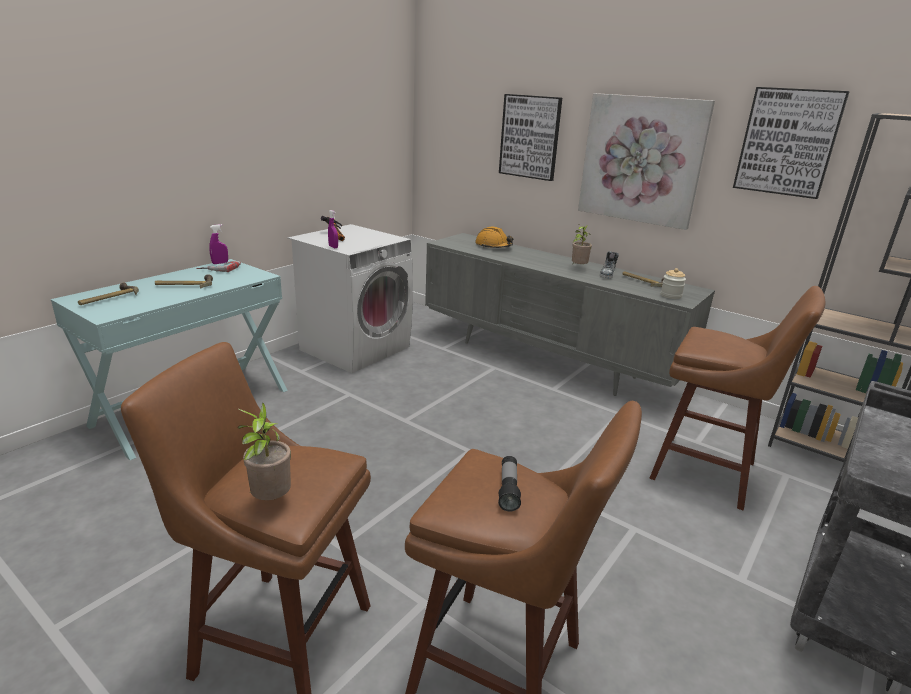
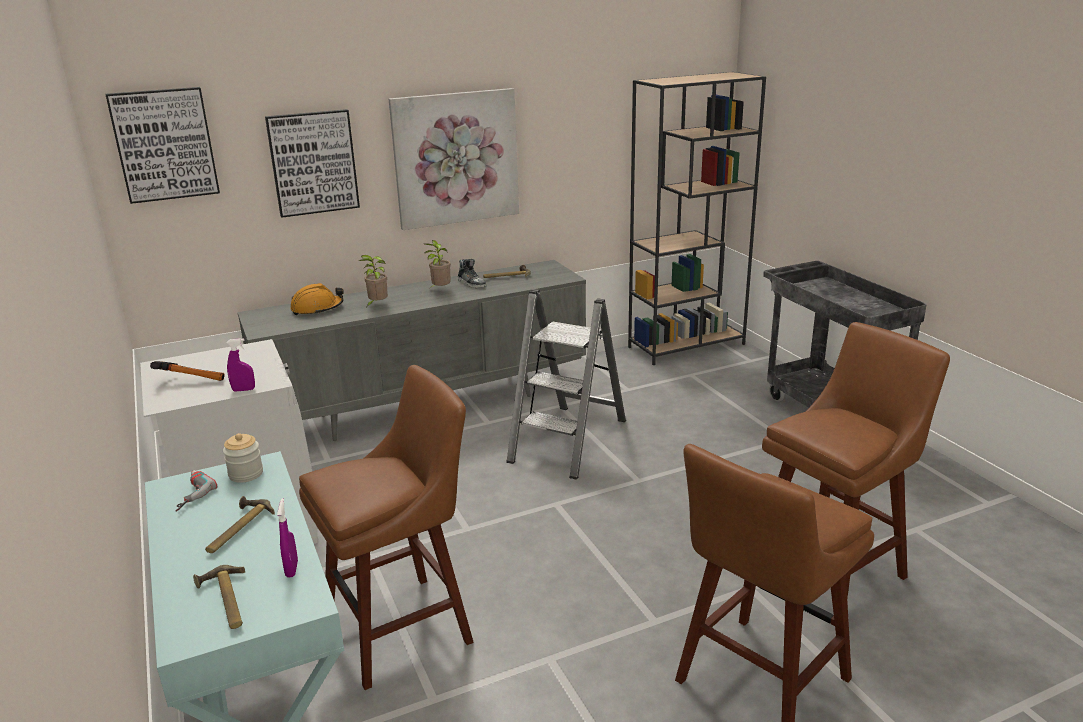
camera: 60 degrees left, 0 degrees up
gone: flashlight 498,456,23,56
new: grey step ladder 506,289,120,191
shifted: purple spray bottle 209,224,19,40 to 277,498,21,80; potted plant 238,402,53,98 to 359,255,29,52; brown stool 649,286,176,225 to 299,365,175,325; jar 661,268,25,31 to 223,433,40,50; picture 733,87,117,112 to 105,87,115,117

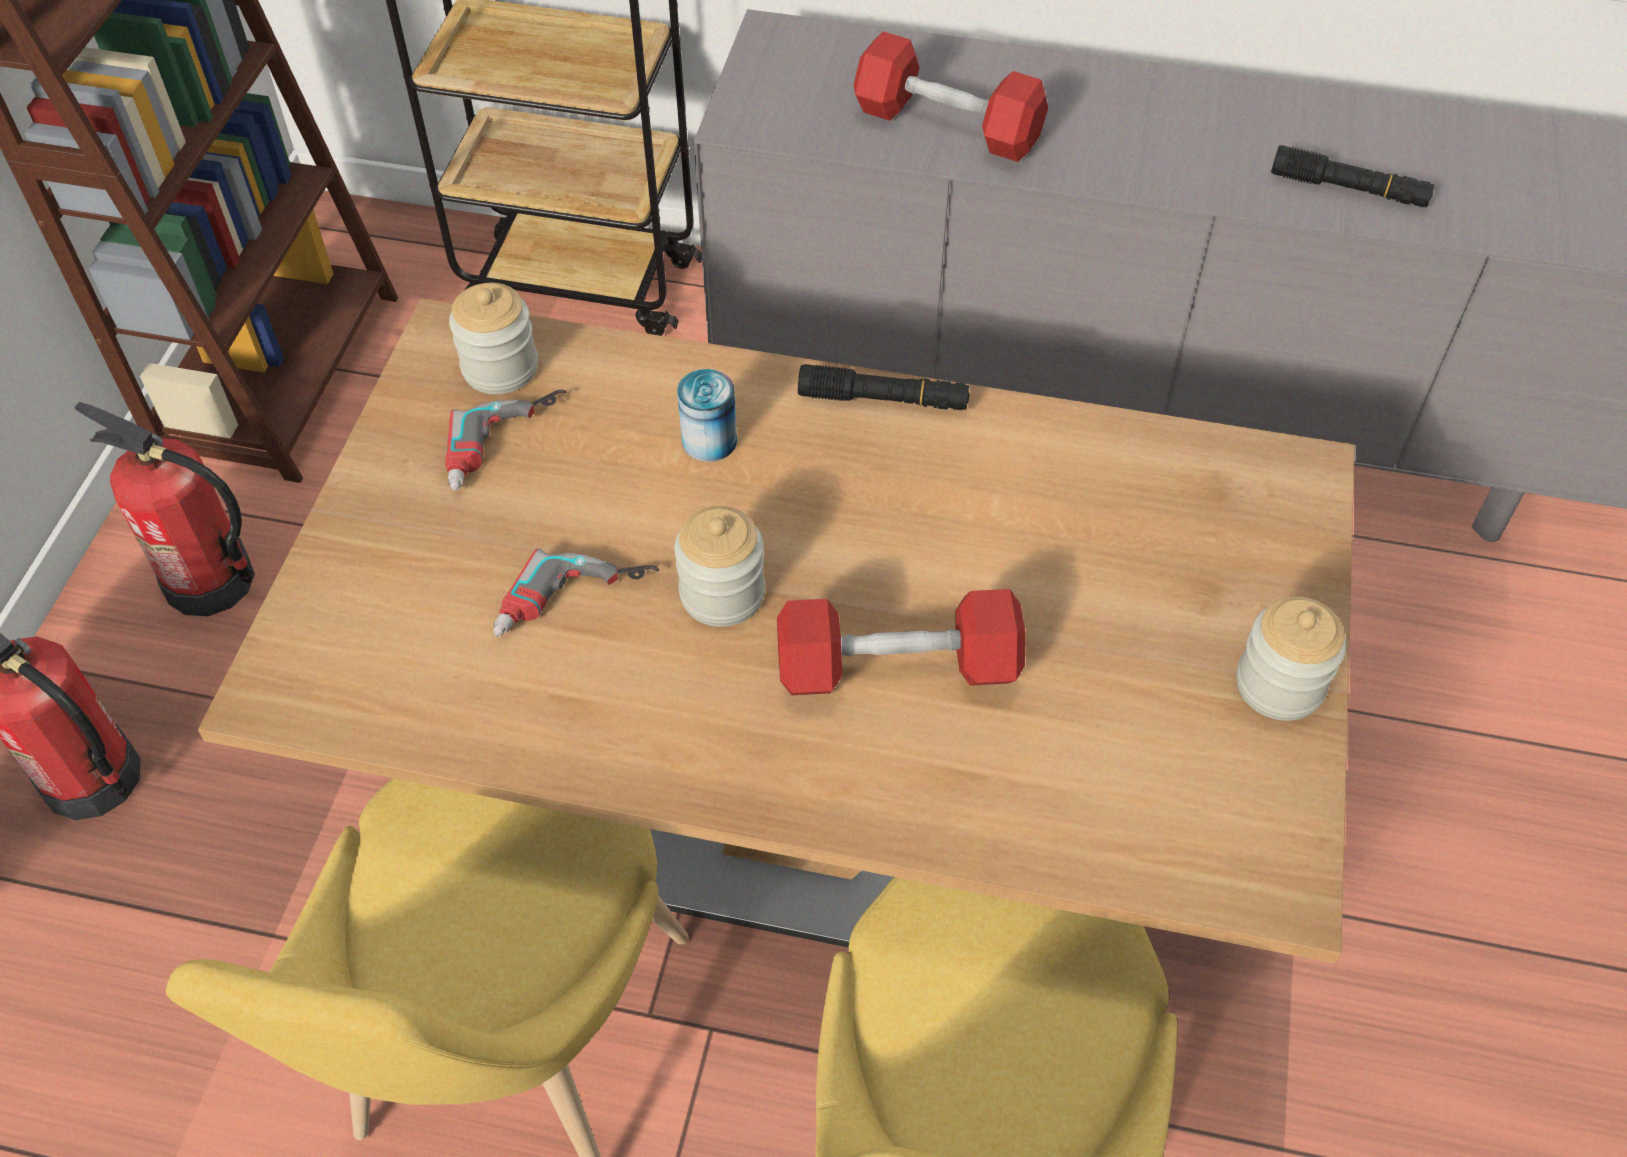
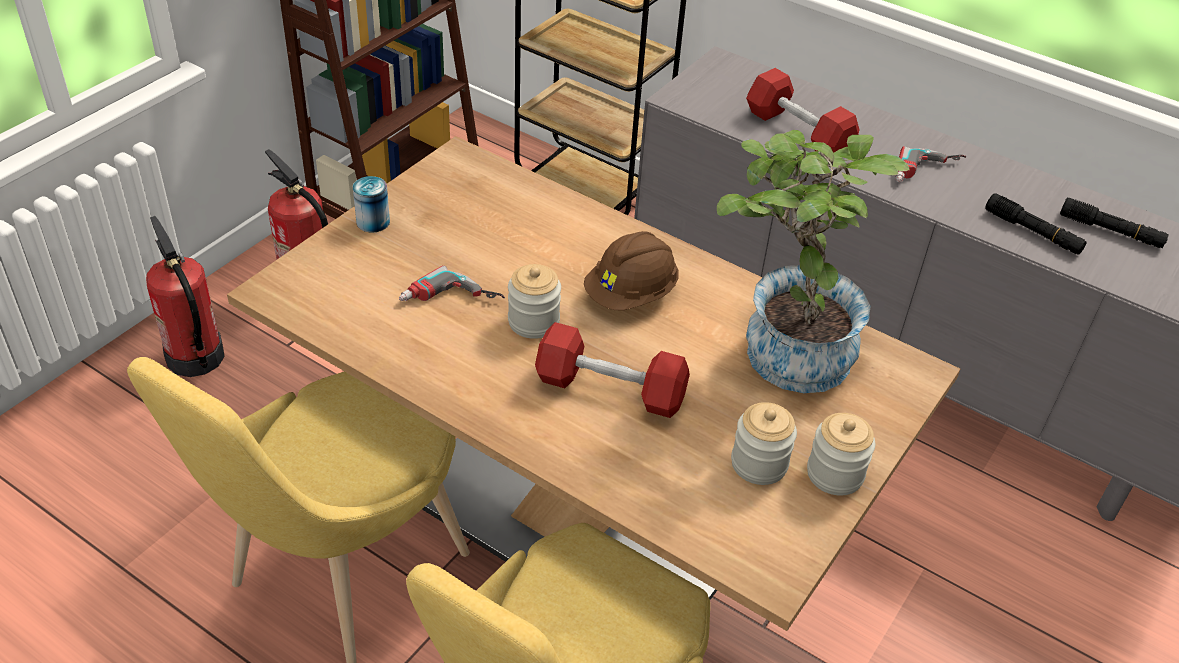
camera: 20 degrees right, 10 degrees down
new: brown hard hat 584,231,95,79; potted plant 717,130,192,263
shifted: power drill 445,390,122,100 to 895,146,72,36; jar 449,283,89,111 to 731,402,66,83; can 677,369,60,93 to 353,176,37,57; black flashlight 798,364,172,46 to 1060,198,109,50

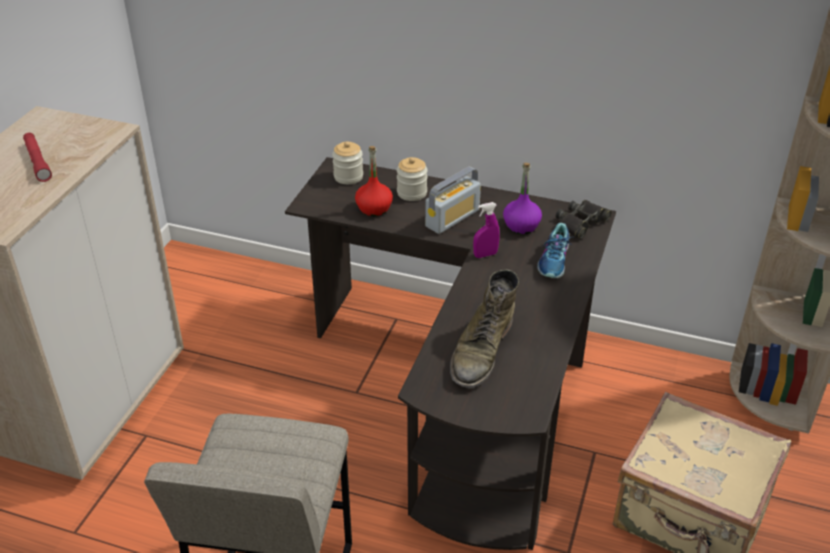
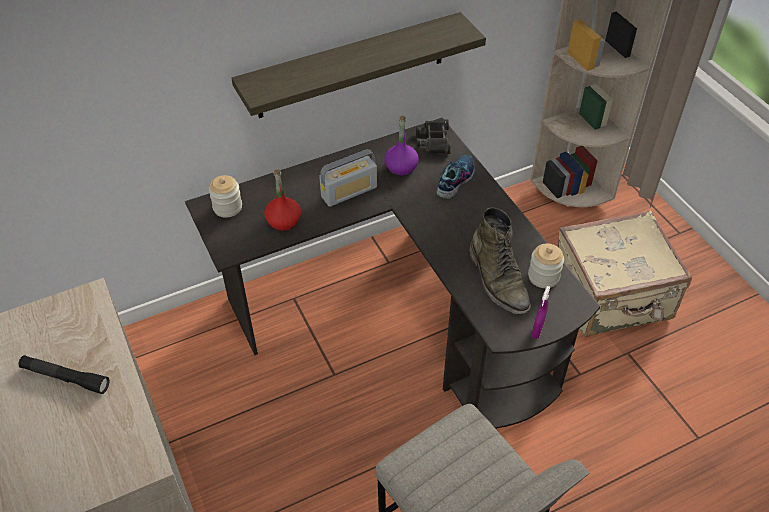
camera: 45 degrees left, 10 degrees up
new: shelf 231,12,255,106
shifted: jar 397,157,31,44 to 528,243,36,45; purple spray bottle 473,202,27,56 to 531,286,19,53
repainted: red flashlight 23,133,29,49 to black flashlight 18,355,91,39
rotated: radio 425,167,56,67 = 319,149,58,58 60 degrees clockwise; shoe 537,223,35,55 = 437,155,38,44 120 degrees counterclockwise

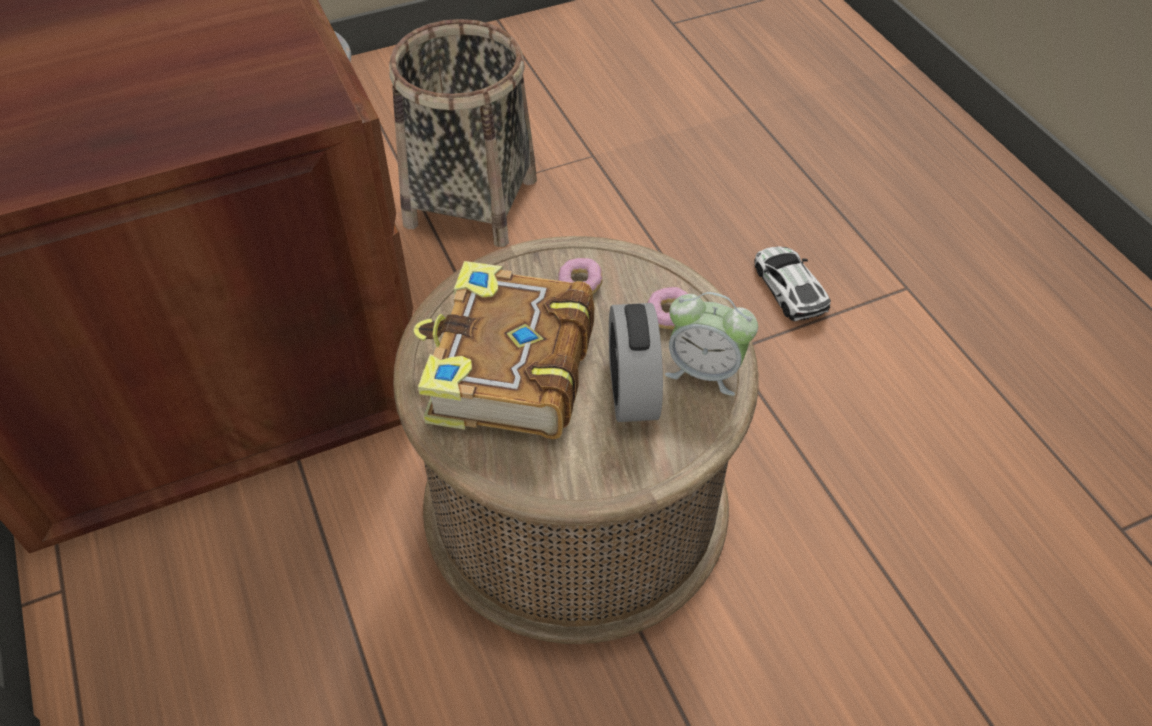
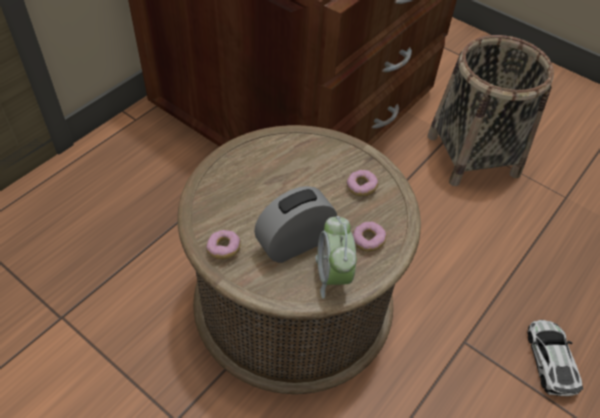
camera: 60 degrees right, 0 degrees up
gone: book 414,261,180,178
new: donut 206,230,35,29
rotated: toy car 754,246,77,75 = 527,320,56,76 45 degrees counterclockwise

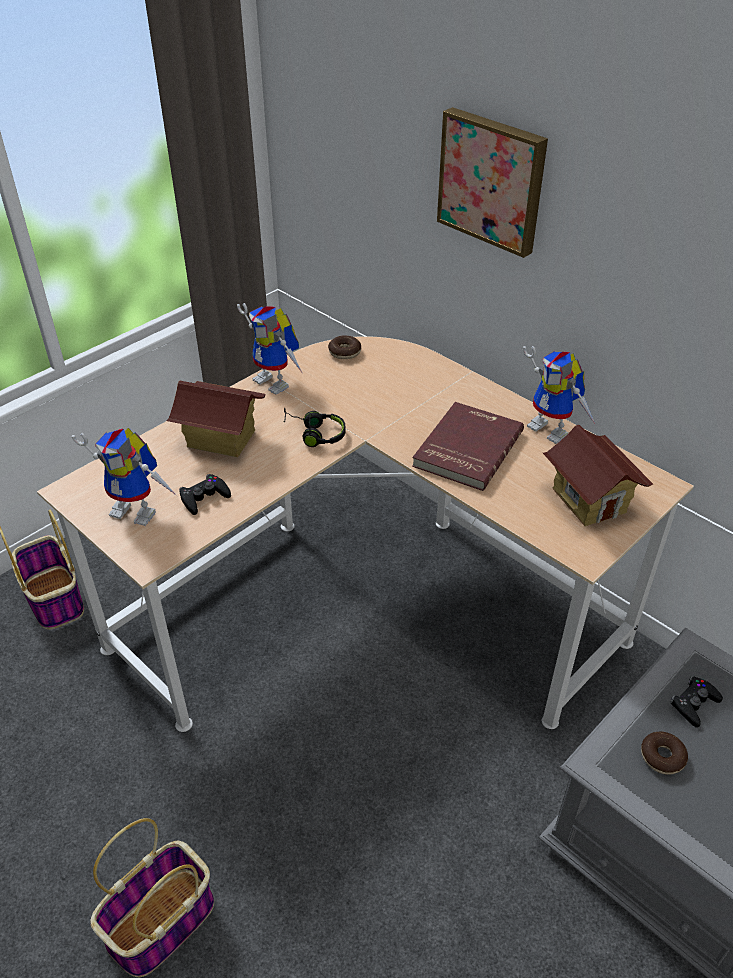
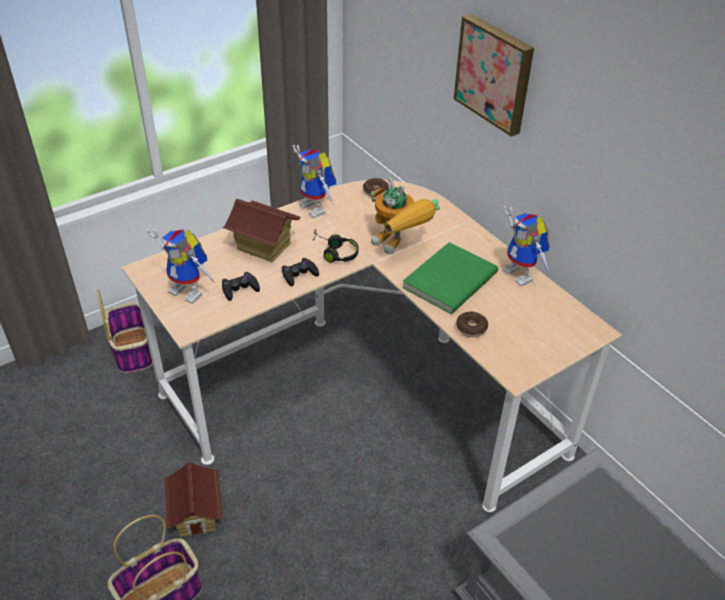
camera: 10 degrees right, 0 degrees up
new: toy robot 371,178,69,76
shifted: toy house 543,425,110,101 to 164,462,59,75; donut 641,732,47,42 to 456,312,32,25; black game controller 670,676,53,52 to 282,258,37,29
repainted: red book 412,402,112,89 to green book 402,242,96,72

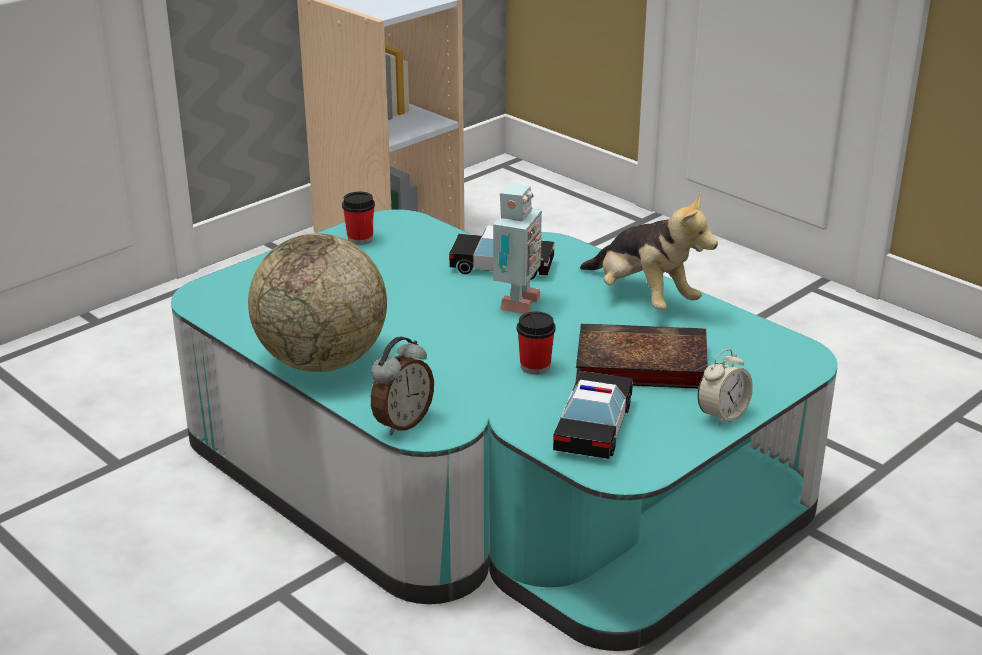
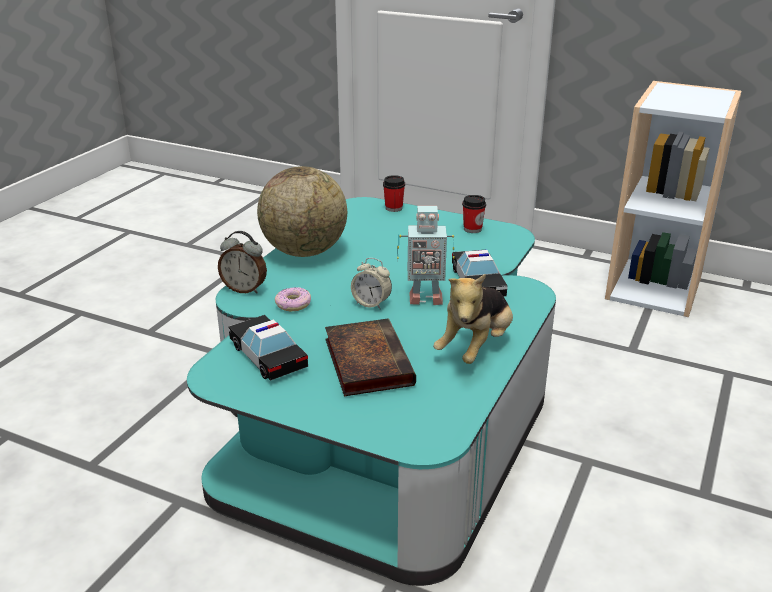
camera: 70 degrees right, 0 degrees up
new: donut 275,287,36,24
shifted: cup 517,312,39,63 to 383,175,22,37; alarm clock 698,349,55,78 to 351,258,41,51
rotated: toy car 553,371,80,88 = 228,315,80,66 120 degrees counterclockwise

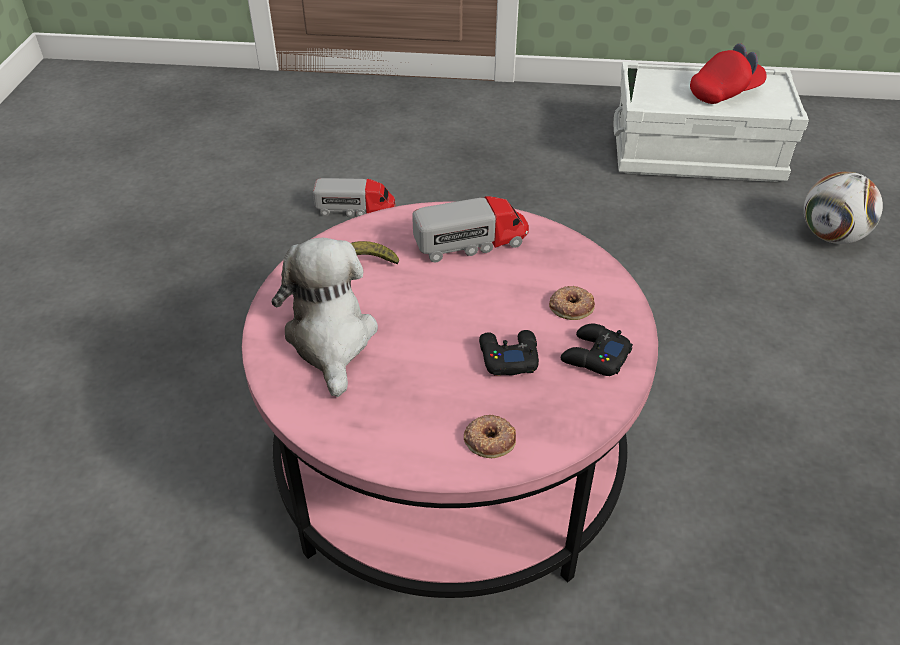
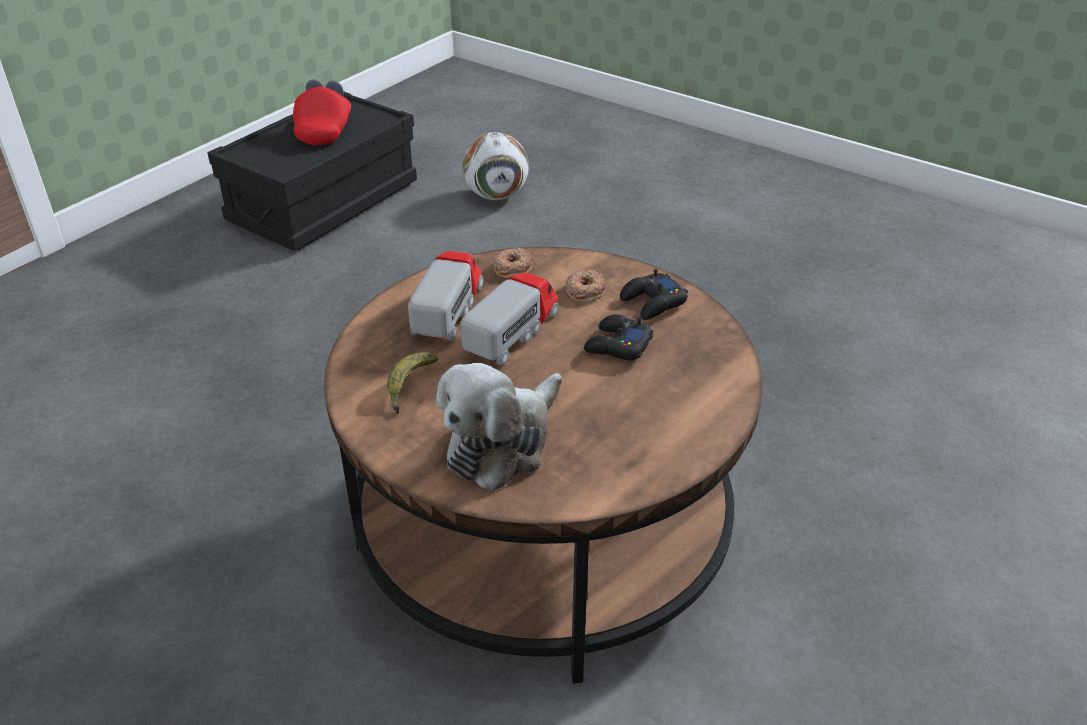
camera: 60 degrees left, 5 degrees down
shifted: toy truck 313,178,82,39 to 460,272,99,93; donut 464,415,52,43 to 493,248,40,30
repainted: pink coffee table 242,202,416,396 to brown coffee table 324,247,439,437; white storage box 614,62,195,120 to black storage box 207,92,210,159
rotated: plush toy 272,238,106,159 = 436,363,126,128 75 degrees counterclockwise

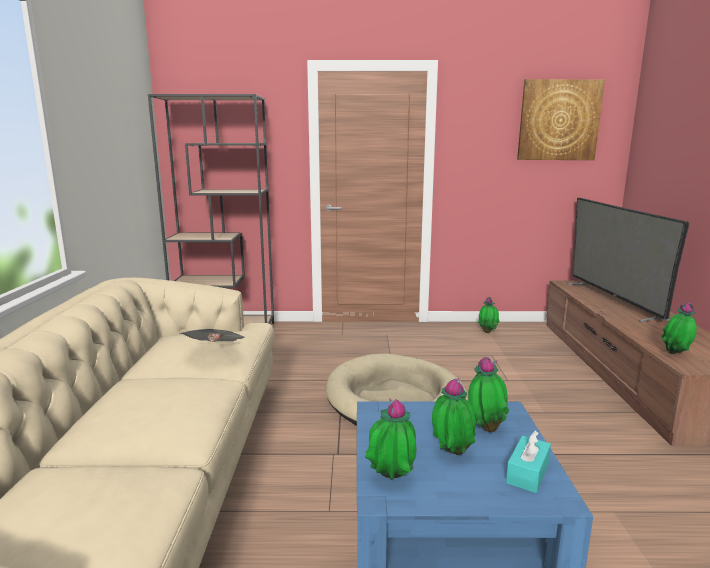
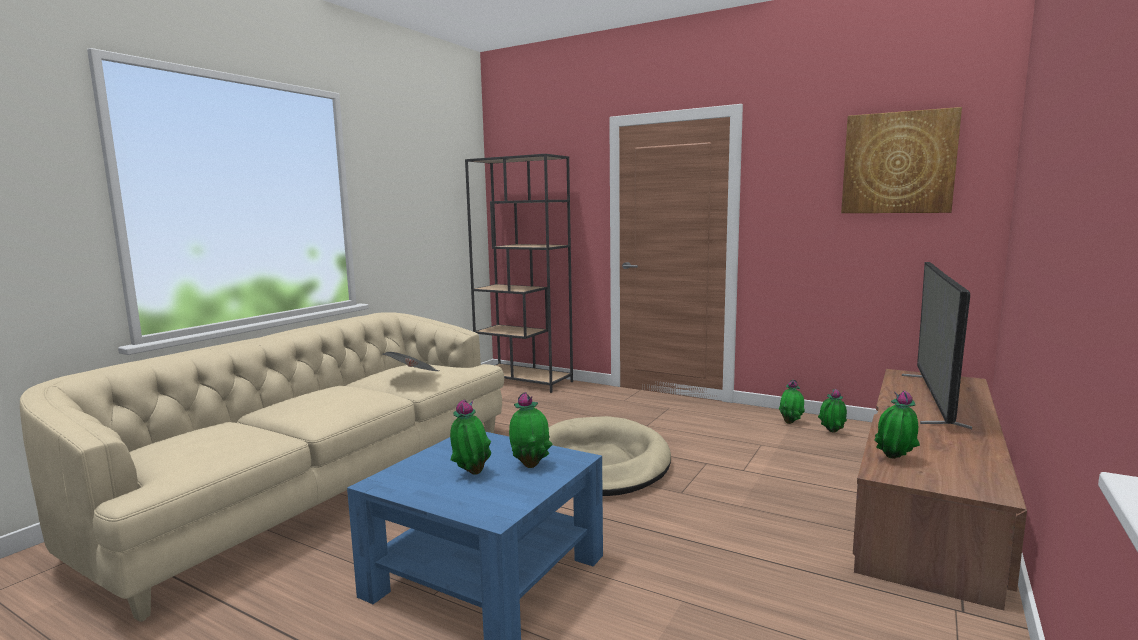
camera: 30 degrees right, 5 degrees down
gone: turquoise tissue box 506,431,45,62
shifted: potted plant 365,398,51,82 to 818,389,29,44

